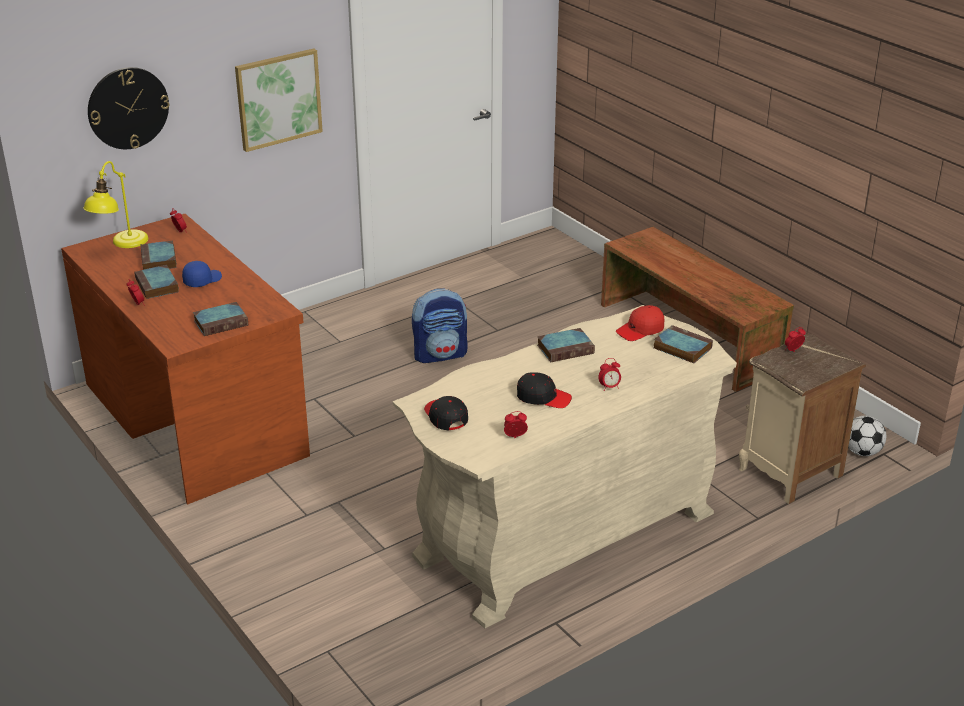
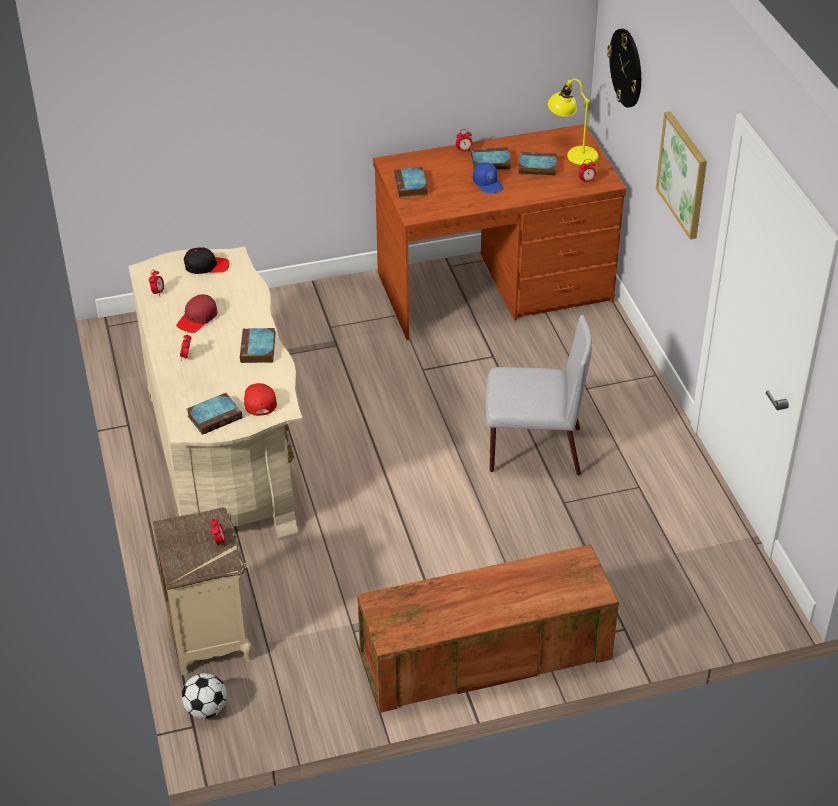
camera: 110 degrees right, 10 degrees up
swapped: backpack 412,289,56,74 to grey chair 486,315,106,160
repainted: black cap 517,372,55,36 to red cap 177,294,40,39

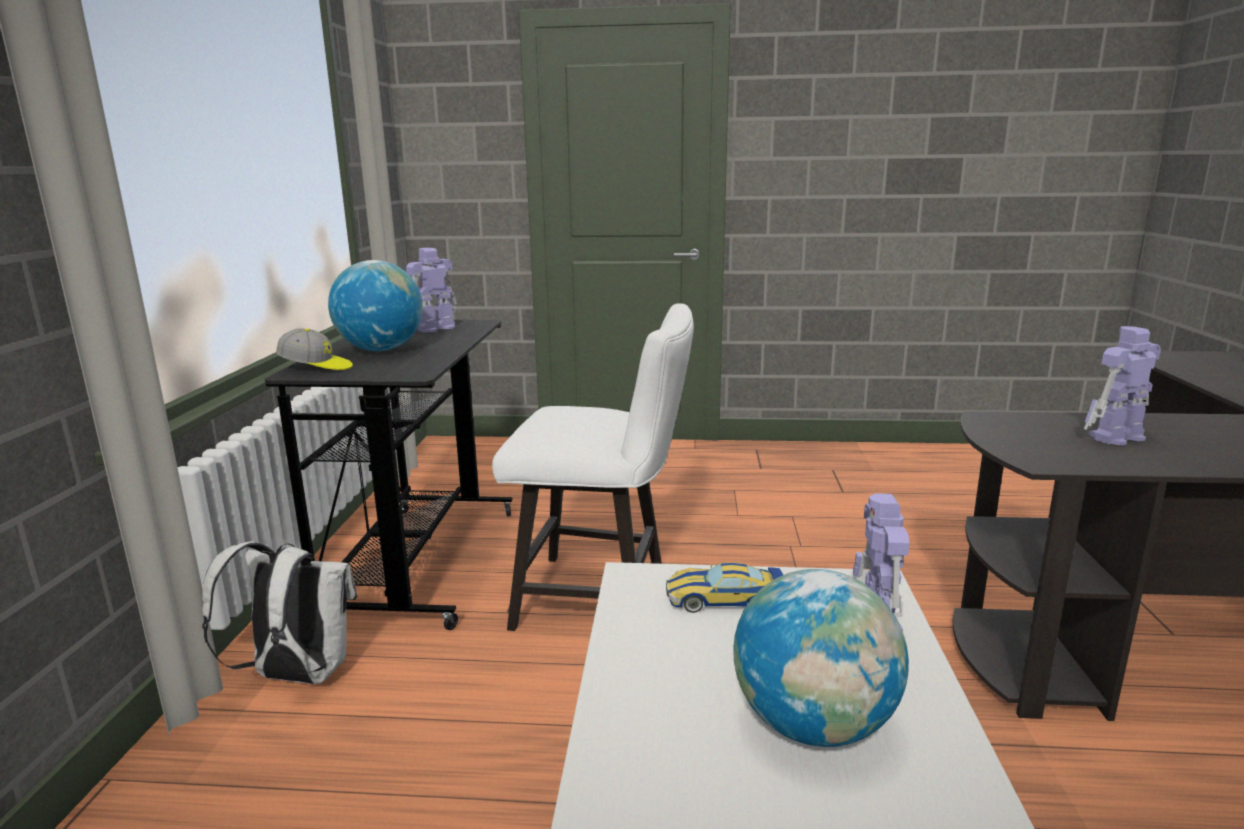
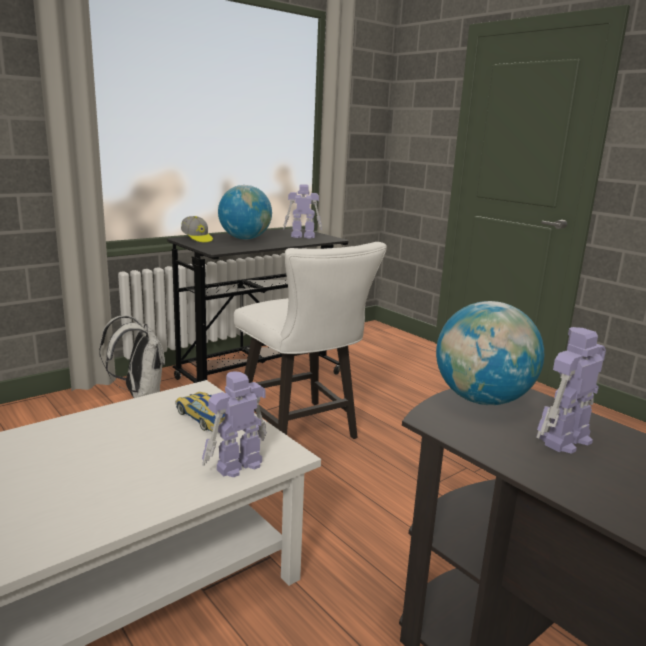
camera: 45 degrees right, 0 degrees up
shifted: globe 733,569,176,178 to 436,301,108,104
rotated: toy robot 1084,326,77,120 = 536,327,70,127 60 degrees counterclockwise

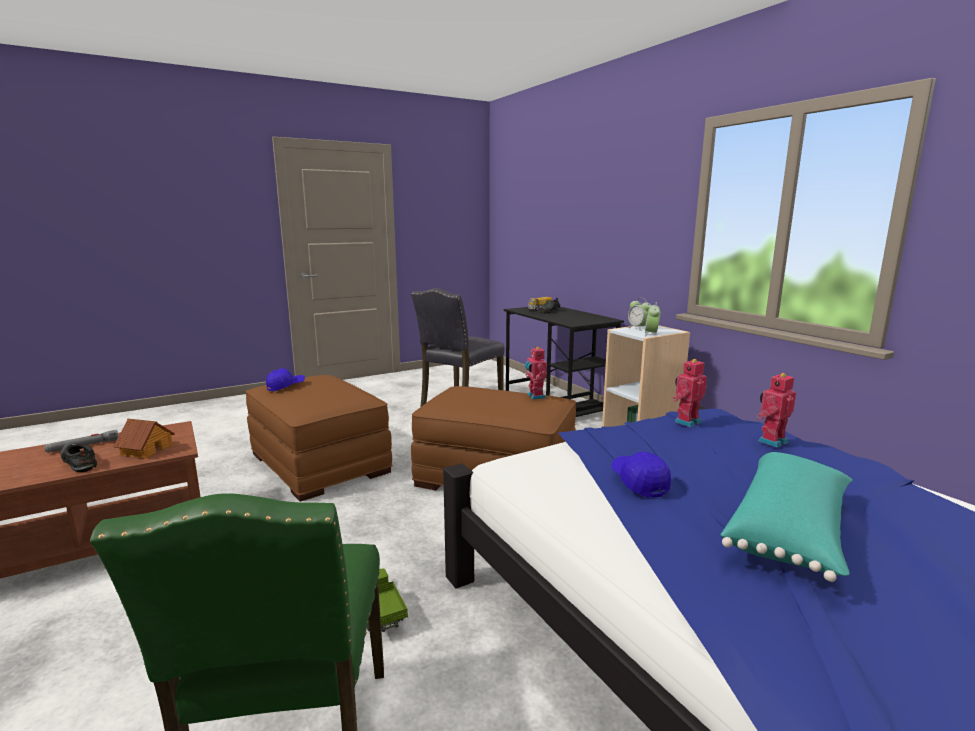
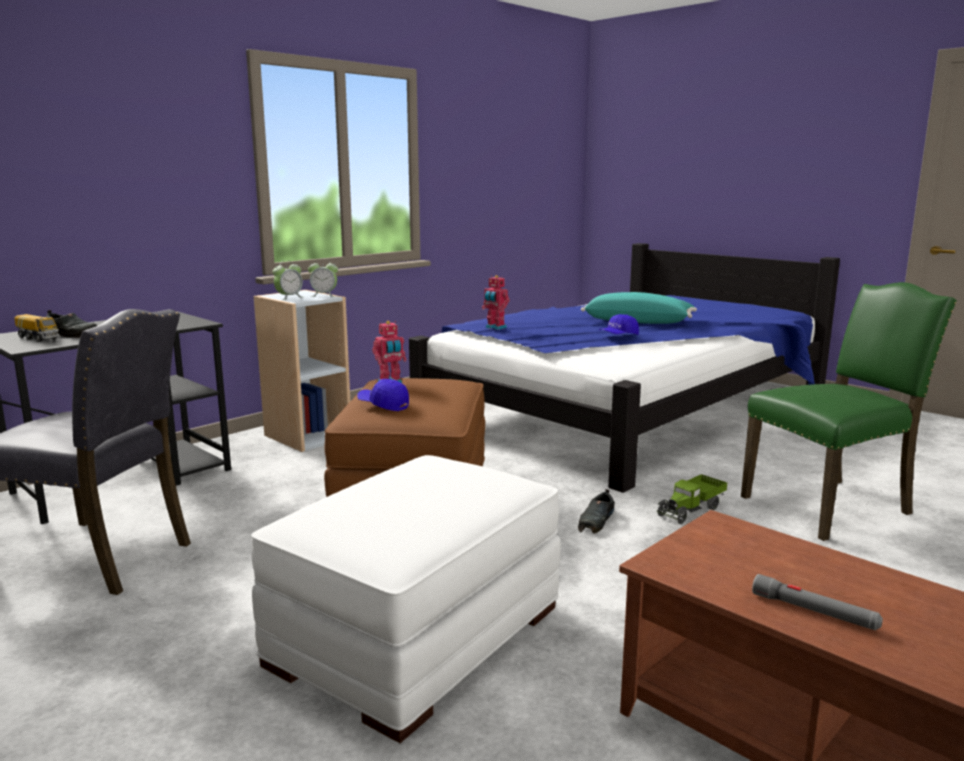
camera: 105 degrees left, 0 degrees up
gone: toy house 113,419,62,40; toy robot 757,373,39,74
shifted: black shoe 60,443,37,29 to 578,489,37,45; blue cap 266,368,39,24 to 357,379,52,32
repainted: brown ottoman 246,375,146,127 to white ottoman 251,455,310,288

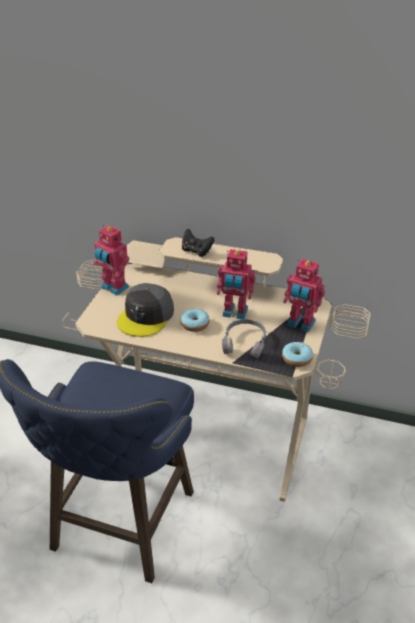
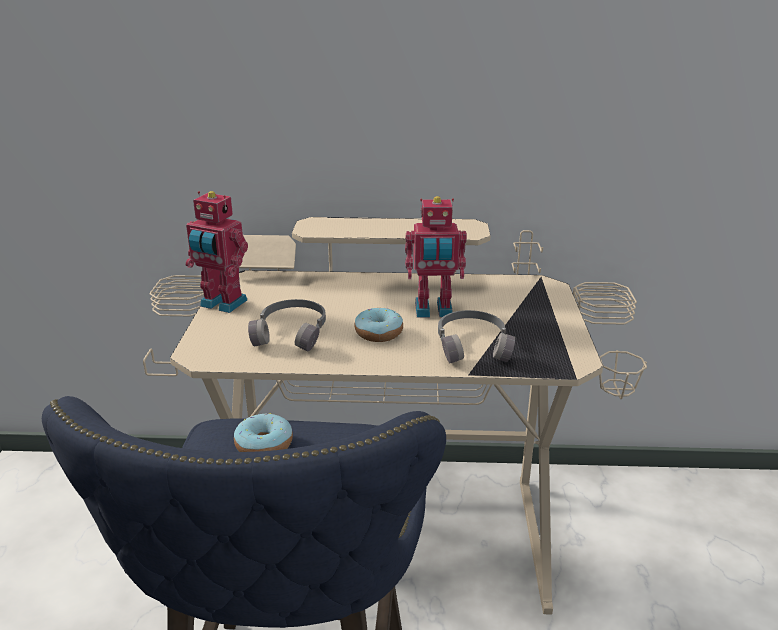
camera: 15 degrees left, 10 degrees down
gone: black game controller 182,229,32,28; toy robot 283,259,42,73
shifted: donut 282,342,31,25 to 234,413,59,39
swapped: grey cap 117,283,57,54 to grey headphones 248,299,78,53

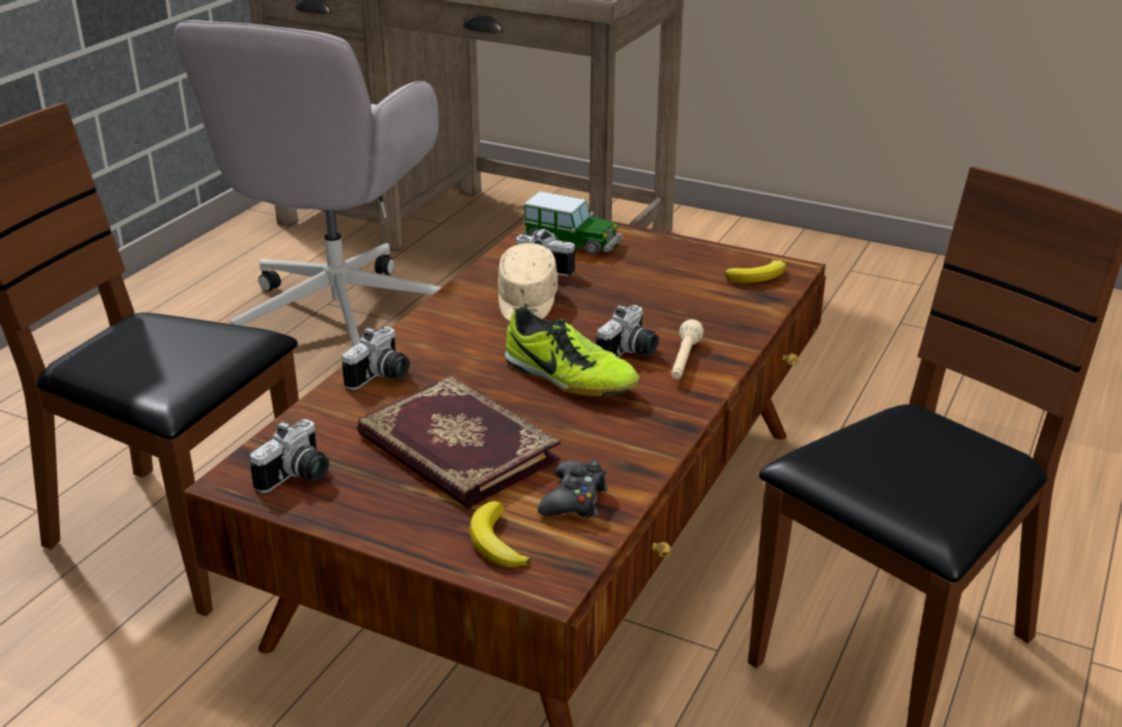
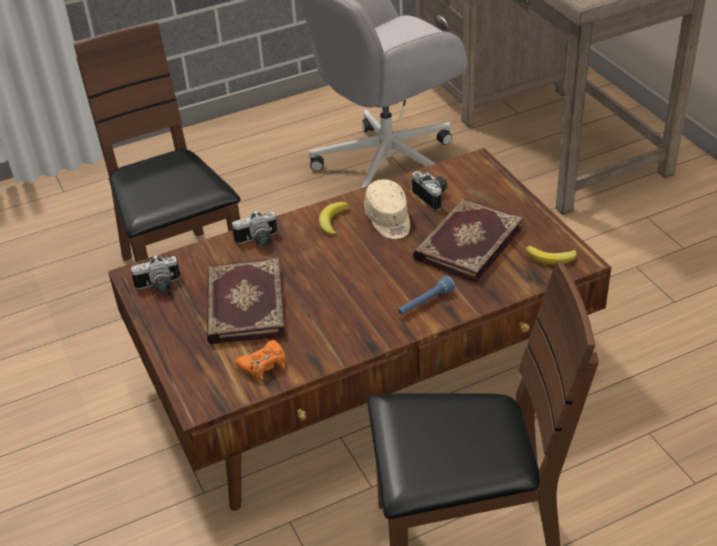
camera: 40 degrees right, 10 degrees up
gone: shoe 505,306,135,90; toy car 522,191,101,64; photo camera 596,305,63,52
new: book 413,198,110,85
shifted: banana 470,501,61,66 to 319,202,30,34
repainted: black game controller 538,460,70,58 to orange game controller 235,340,51,40; beige flashlight 671,319,33,60 to blue flashlight 398,276,57,38
rotated: beige cap 498,243,60,78 = 364,179,46,60 60 degrees counterclockwise

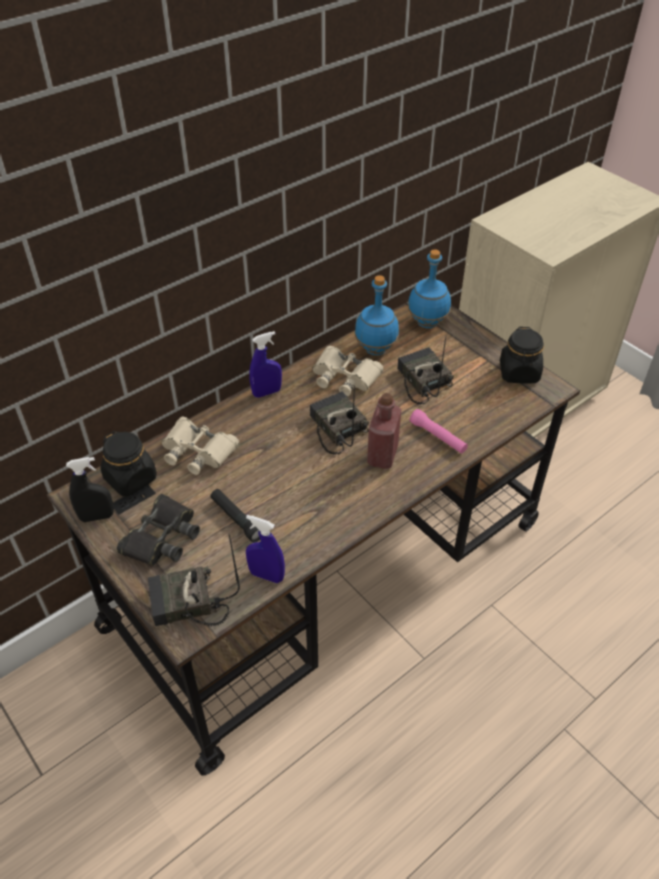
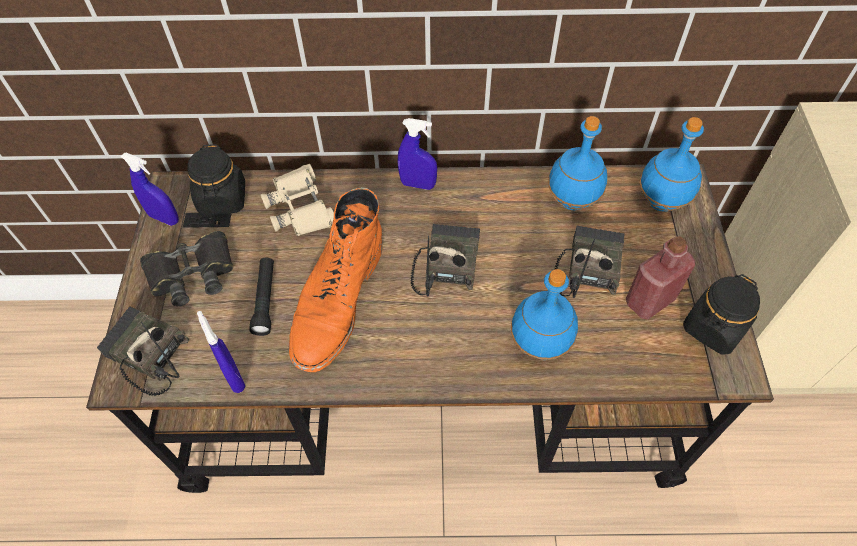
camera: 40 degrees right, 10 degrees up
gone: beige binoculars 312,346,72,50
new: orange boot 289,187,94,185
shifted: red bottle 367,393,34,76 to 626,236,69,84
swapped: pink flashlight 410,409,58,45 to blue bottle 511,269,67,91
repainted: black spray bottle 66,457,48,65 to blue spray bottle 121,153,58,73

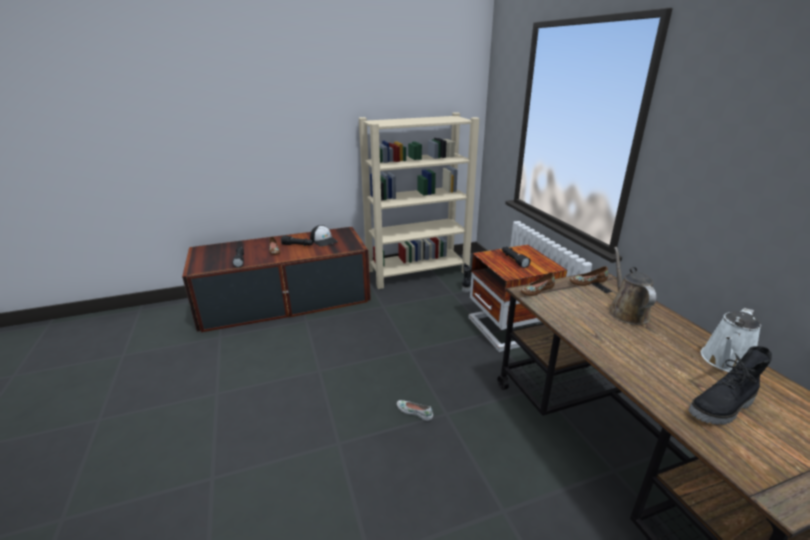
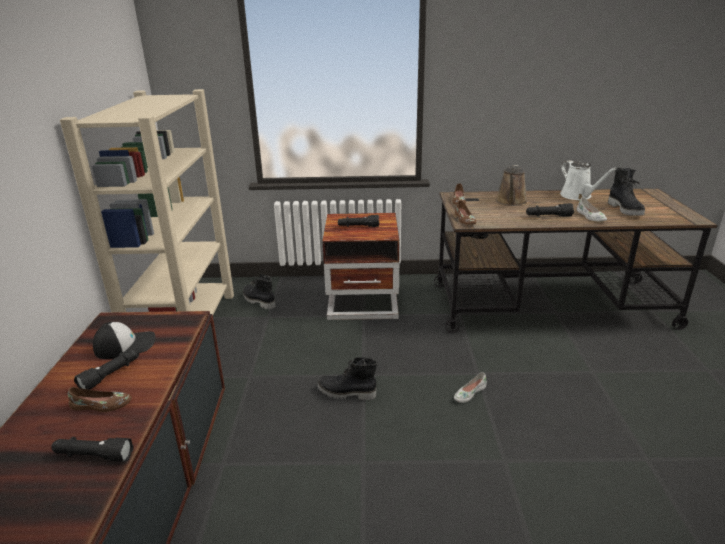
camera: 70 degrees left, 0 degrees up
new: black boot 317,357,60,43; black flashlight 526,203,48,14; white shoe 577,197,30,24
rotated: brown watering can 609,247,47,78 = 496,165,31,41 90 degrees counterclockwise

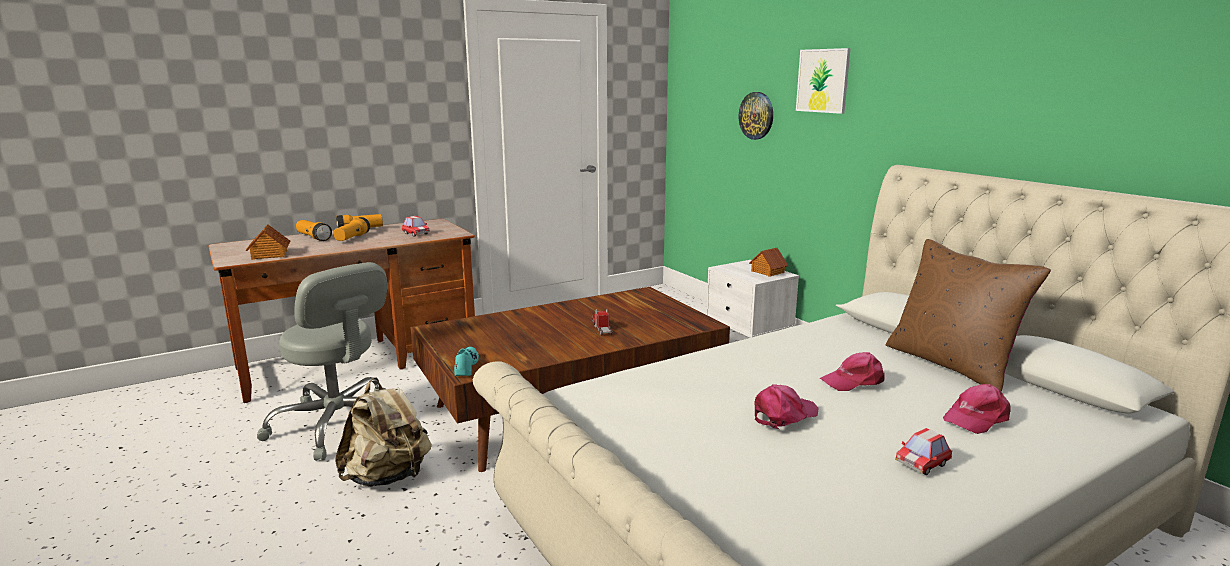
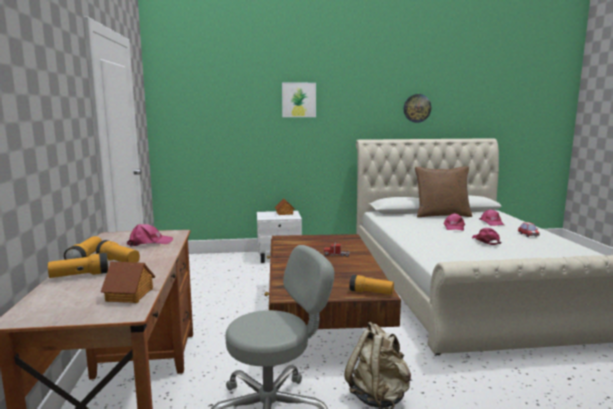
camera: 65 degrees left, 5 degrees down
shifted: wall clock 739,92,34,48 to 404,94,27,29
swapped: toy car 402,216,28,20 to pink cap 127,224,46,23; turquoise shoe 454,346,25,30 to flashlight 349,275,45,20

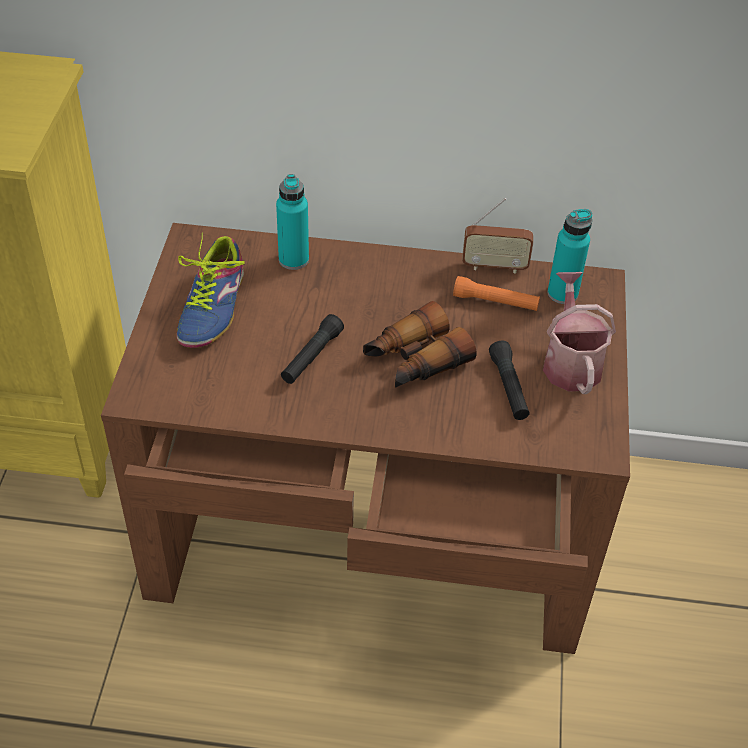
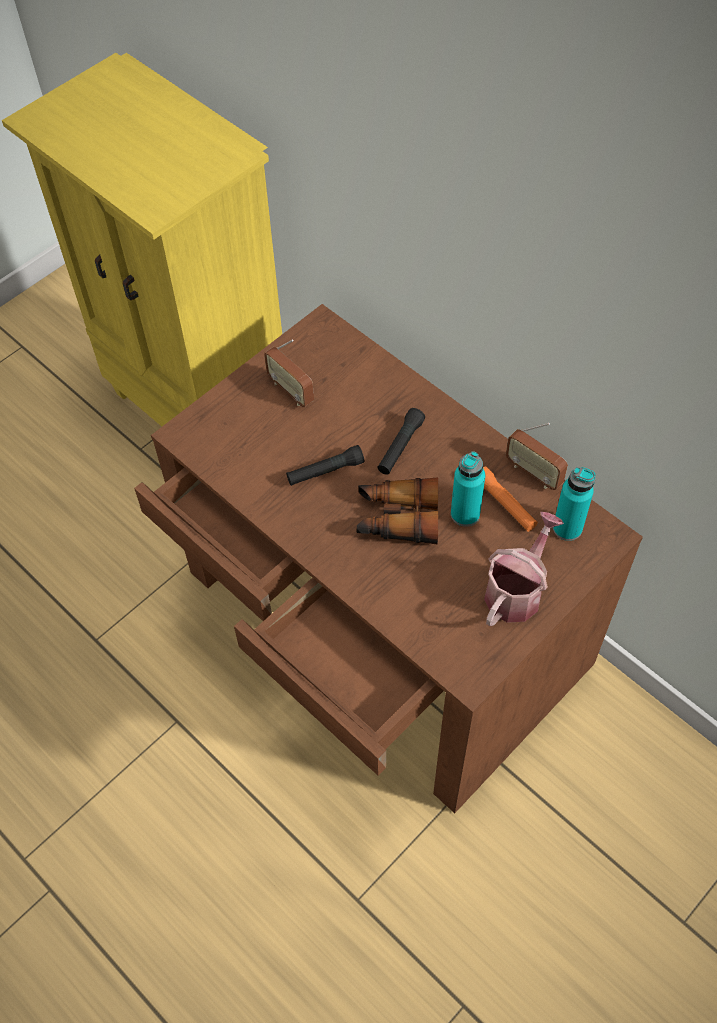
camera: 40 degrees right, 10 degrees up
shifted: turquoise bottle 276,174,33,96 to 451,451,34,76; black flashlight 489,341,41,79 to 377,408,48,67
swapped: shoe 177,232,67,116 to radio 264,339,50,68

